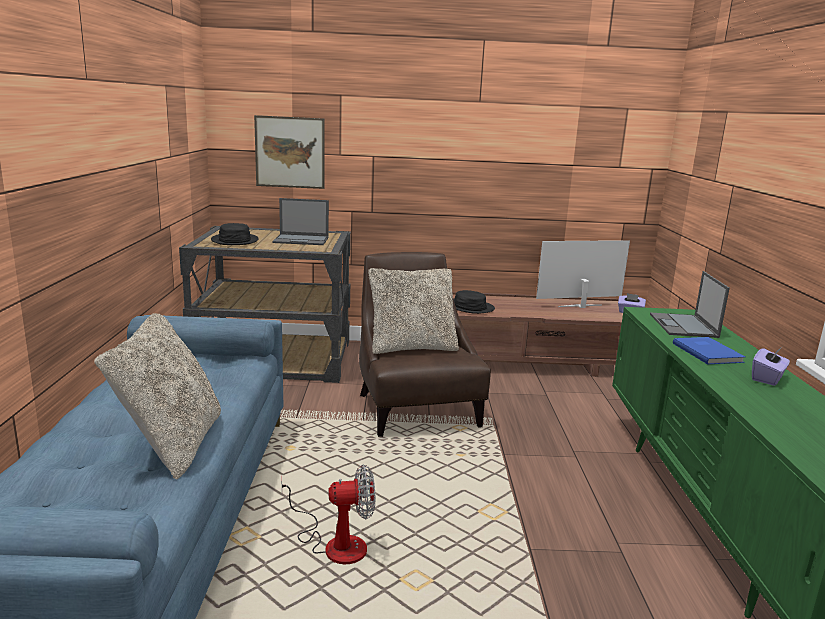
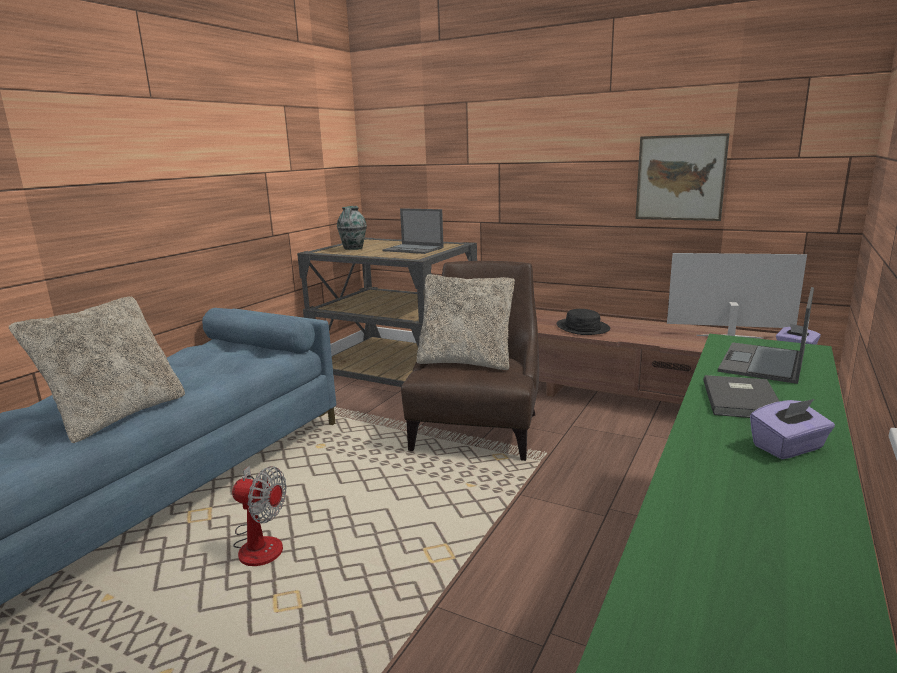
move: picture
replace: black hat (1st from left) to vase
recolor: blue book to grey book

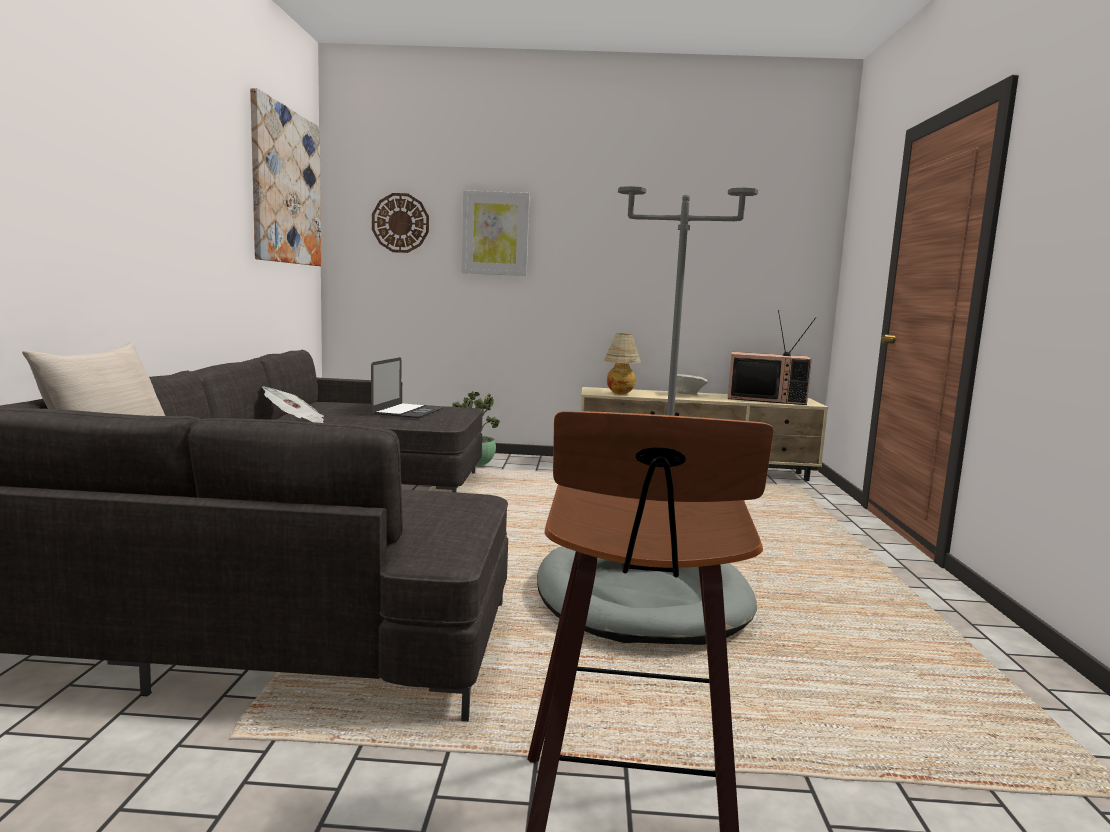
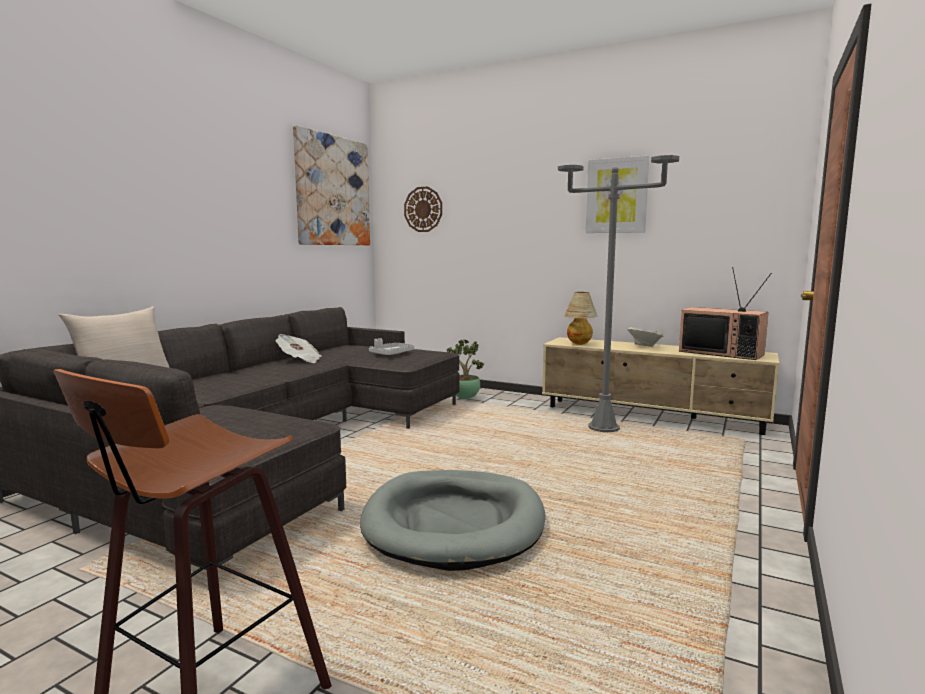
move: picture (2nd from left)
replace: laptop to grey tray

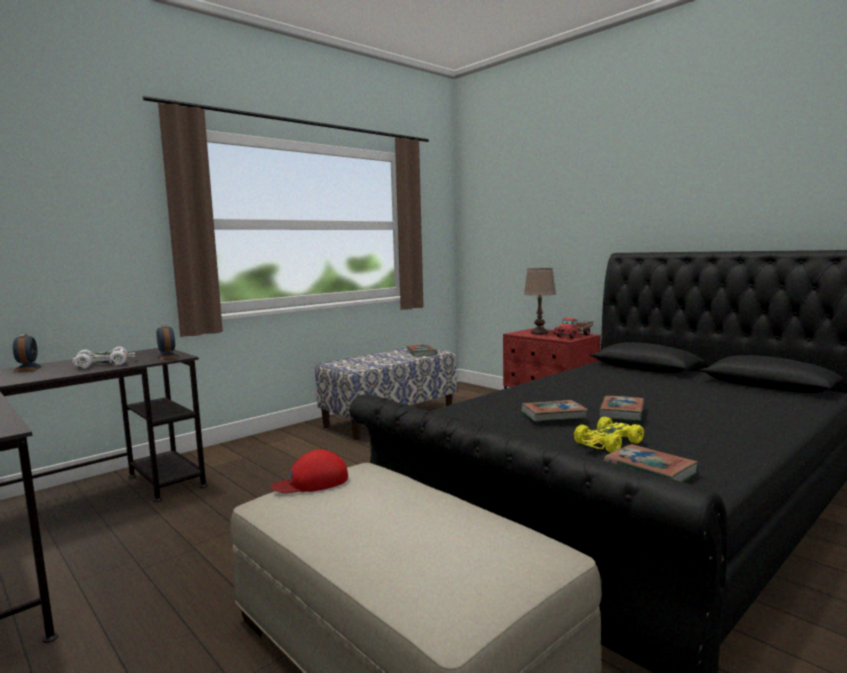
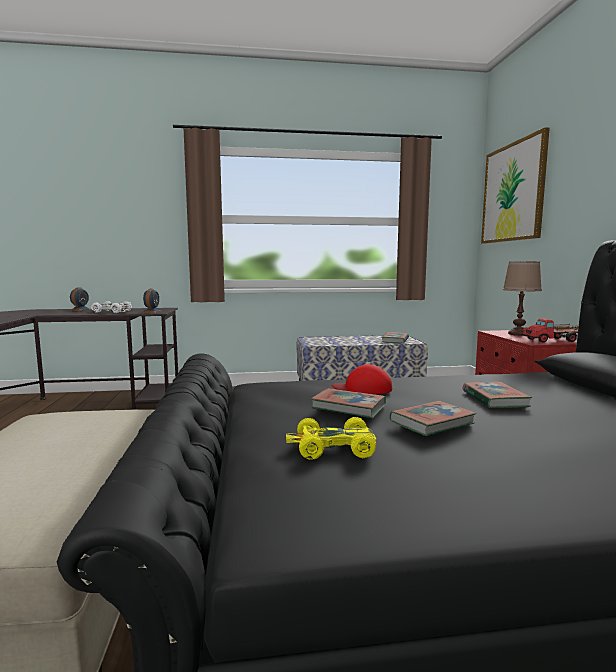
insert: picture
move: red cap; book (4th from left)

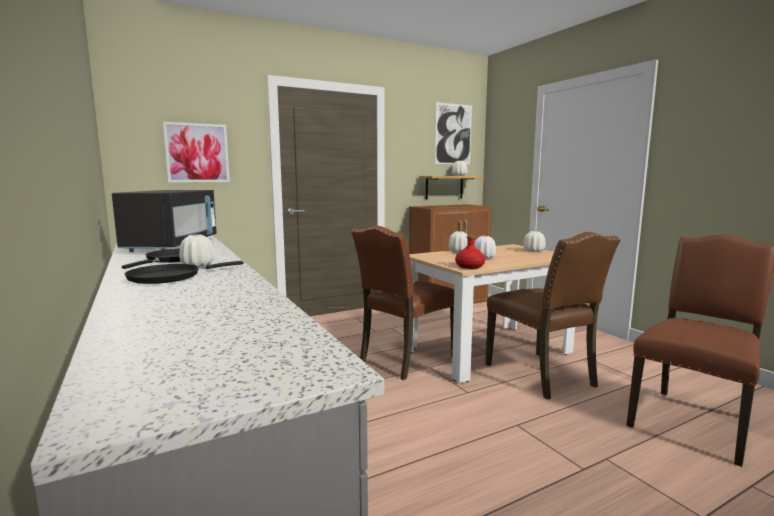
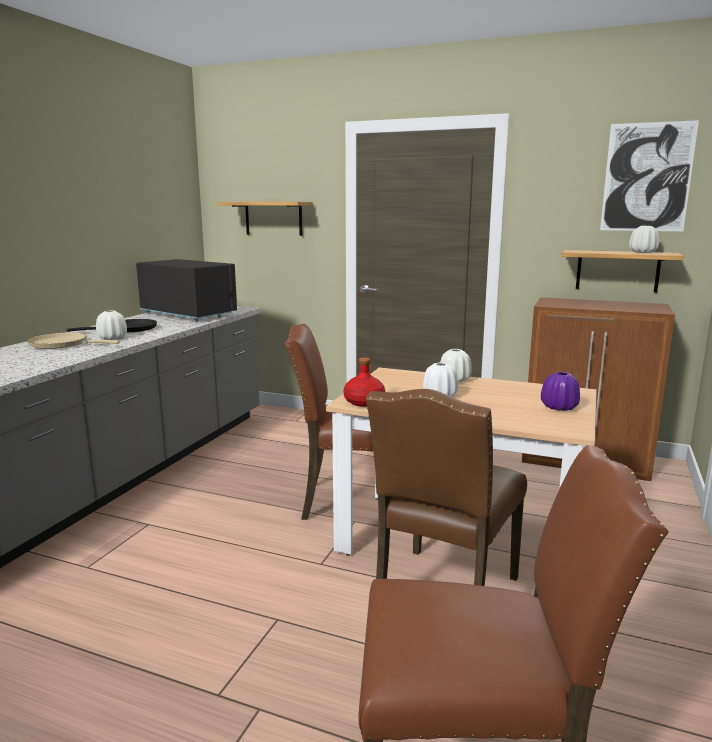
replace: picture (1st from left) to shelf (1st from left)
recolor: black frying pan (2nd from left) to beige frying pan; white vase (5th from left) to purple vase
rotate: black microwave 105 degrees counterclockwise

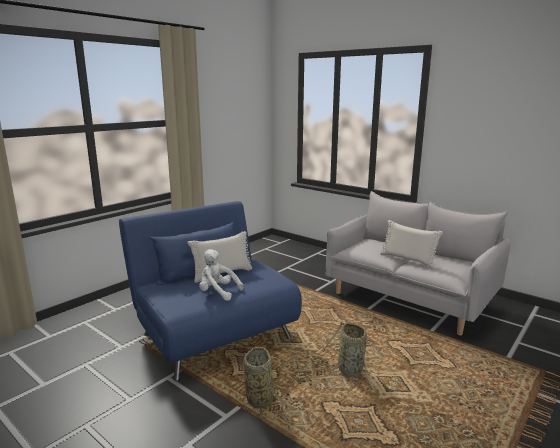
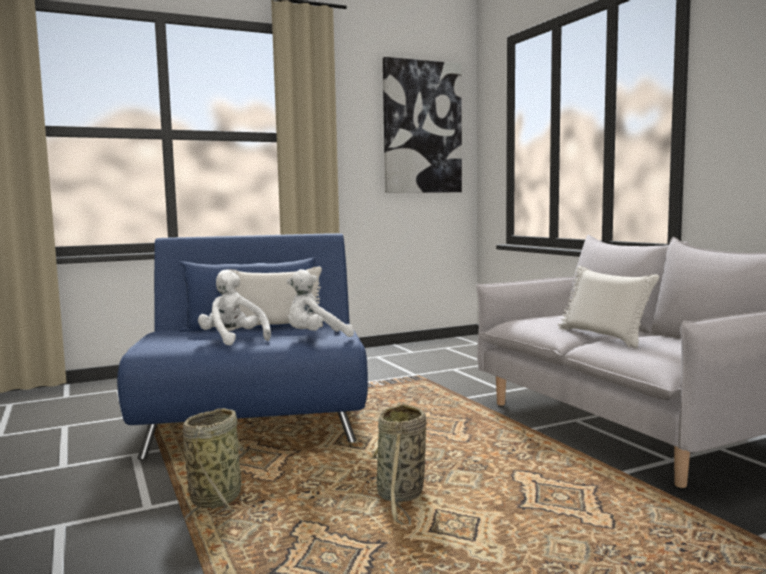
insert: white plush toy (2nd from left); picture

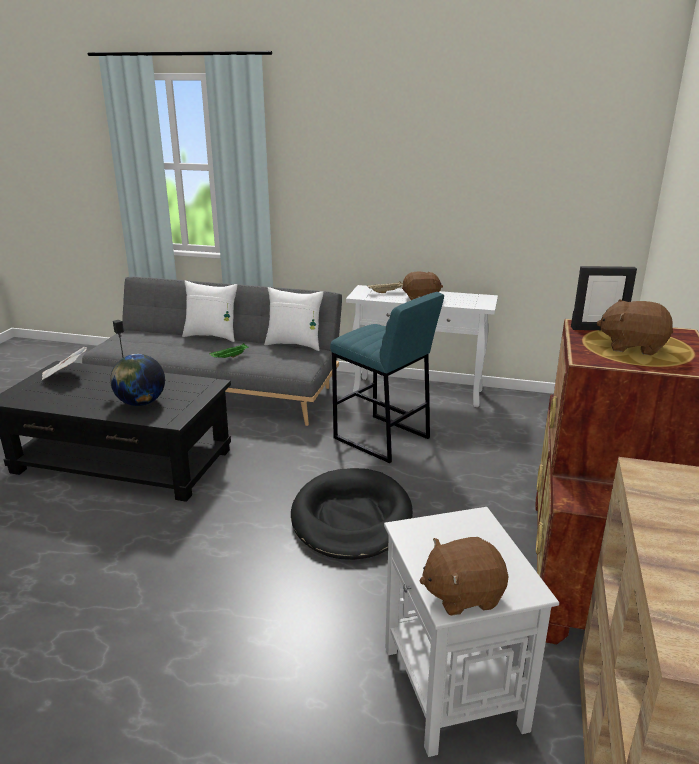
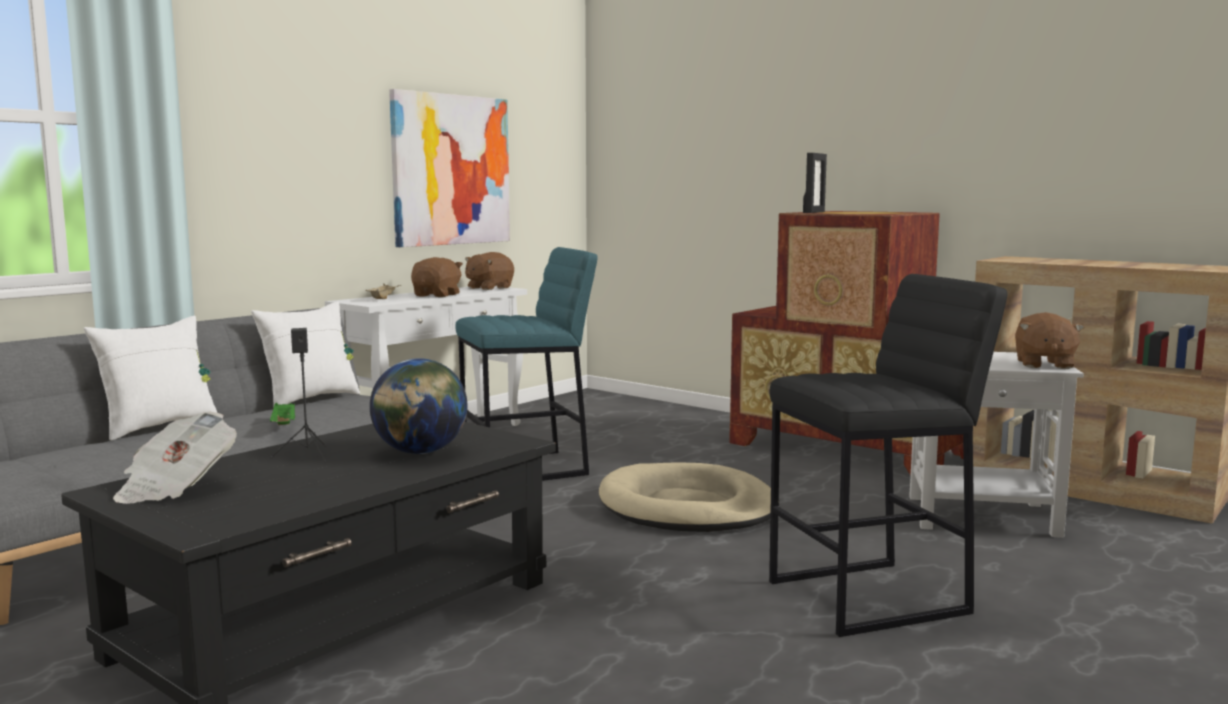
insert: picture; black stool
move: brown plush toy (3rd from left in the first image) to brown plush toy (2nd from left)
recolor: black dog bed to beige dog bed

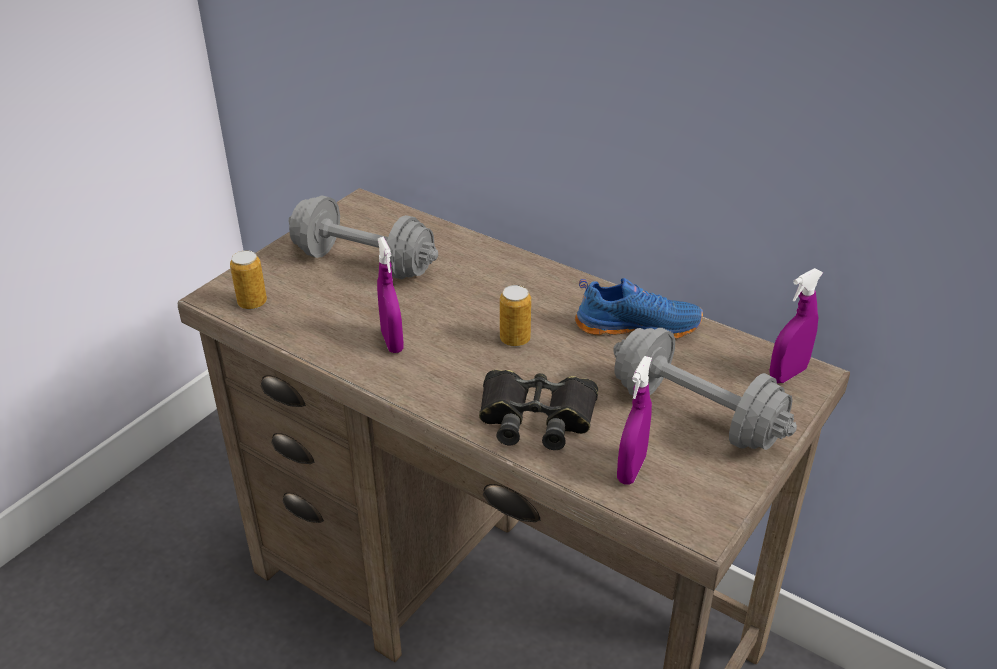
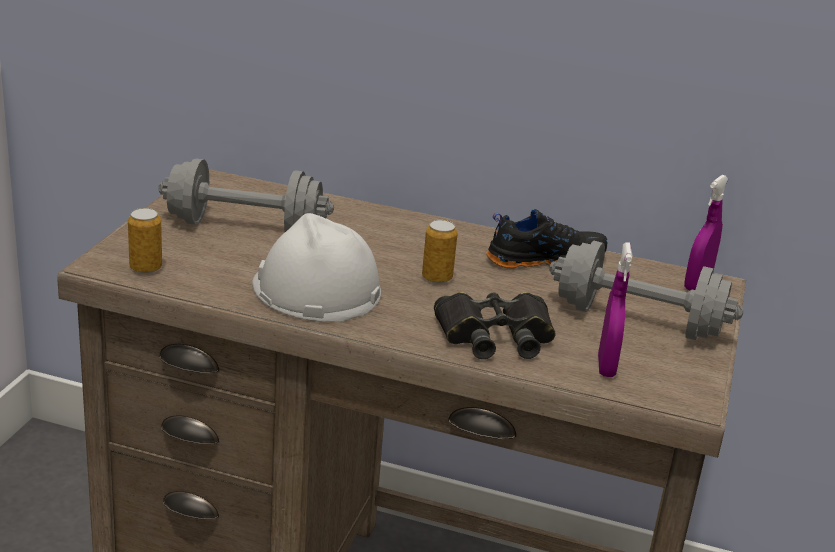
replace: purple spray bottle (1st from left) to white hard hat
recolor: blue shoe to black shoe

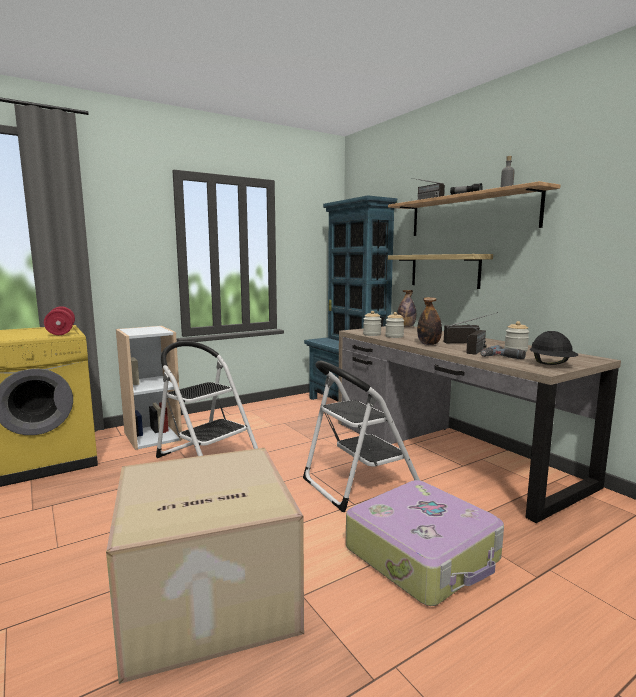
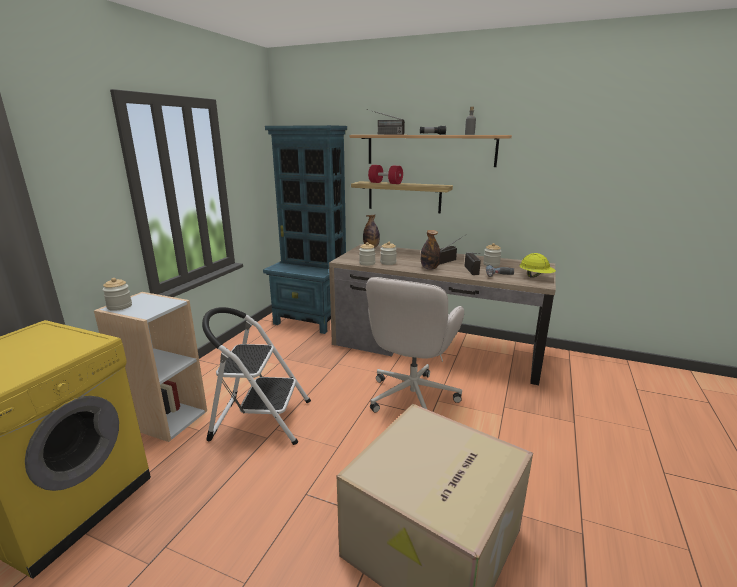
delete: suitcase
insert: jar (1st from left)
move: red dumbbell
replace: step ladder (2nd from left) to white office chair
recolor: black hard hat to yellow hard hat

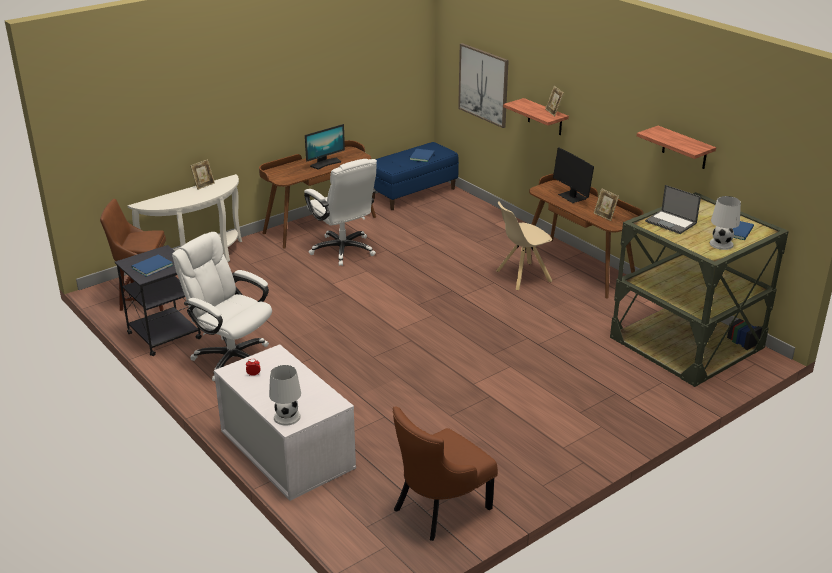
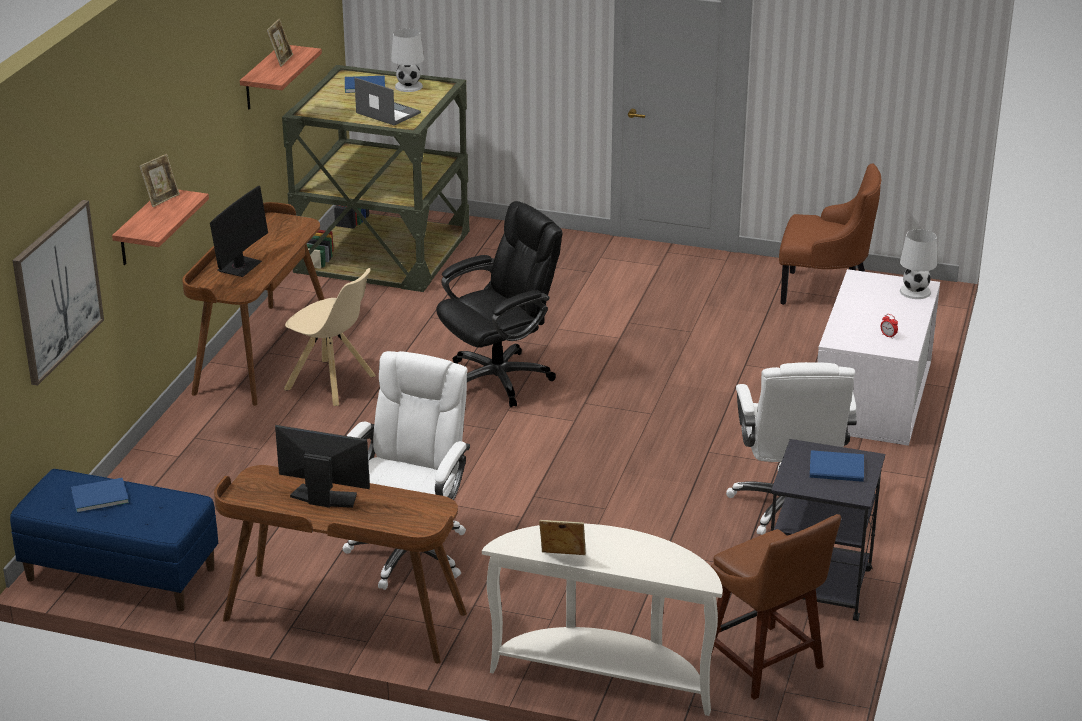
insert: black office chair
move: picture frame (3rd from left in the first image) to picture frame (2nd from left)
rotate: laptop 60 degrees counterclockwise

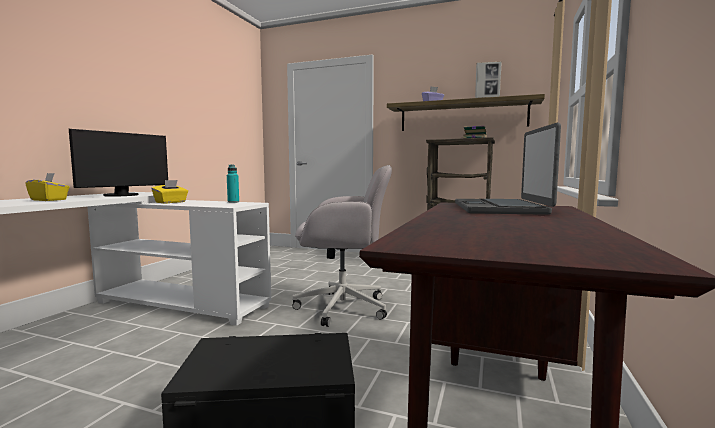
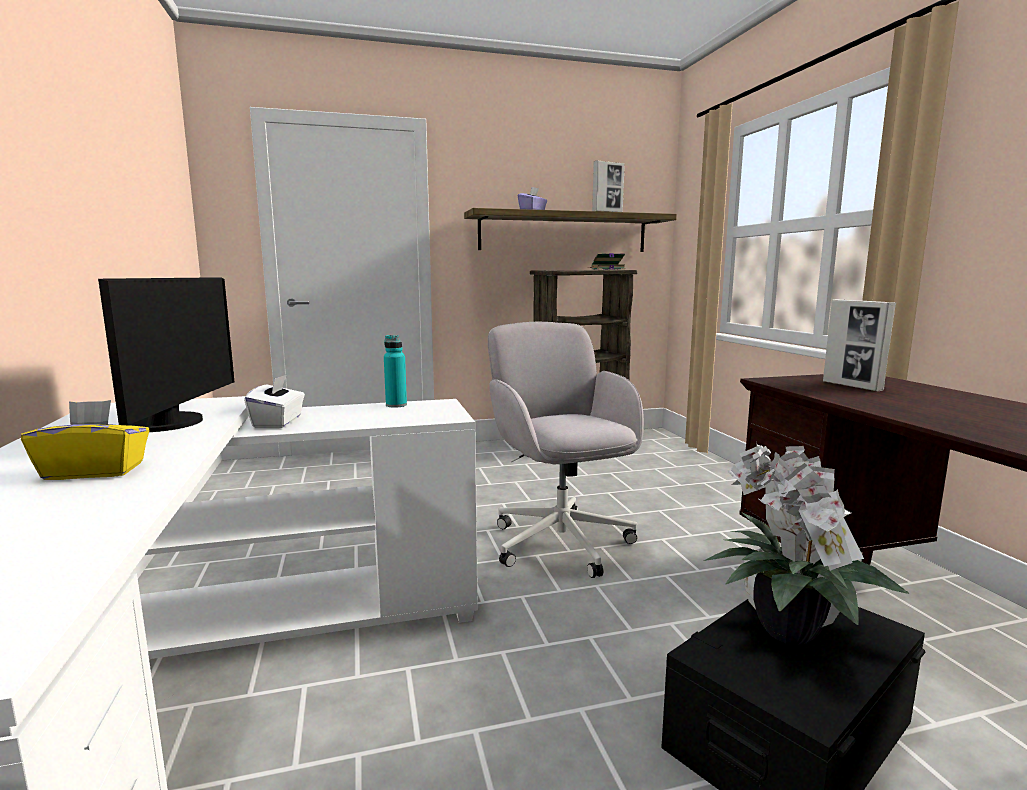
insert: potted plant
replace: laptop to picture frame (2nd from left)
recolor: yellow tissue box (2nd from left) to white tissue box
rotate: grey office chair 75 degrees counterclockwise

